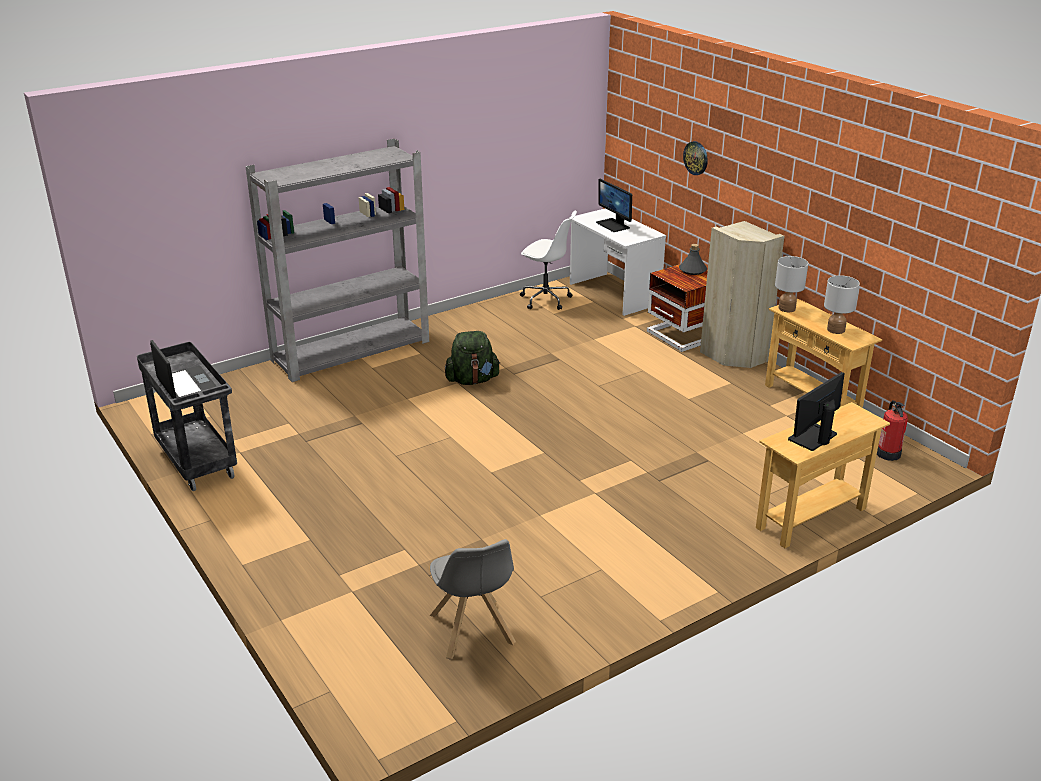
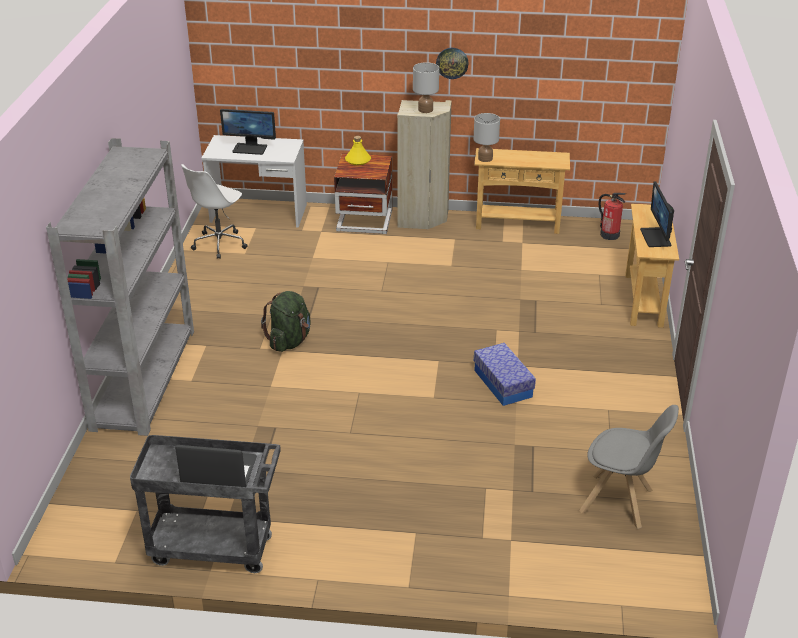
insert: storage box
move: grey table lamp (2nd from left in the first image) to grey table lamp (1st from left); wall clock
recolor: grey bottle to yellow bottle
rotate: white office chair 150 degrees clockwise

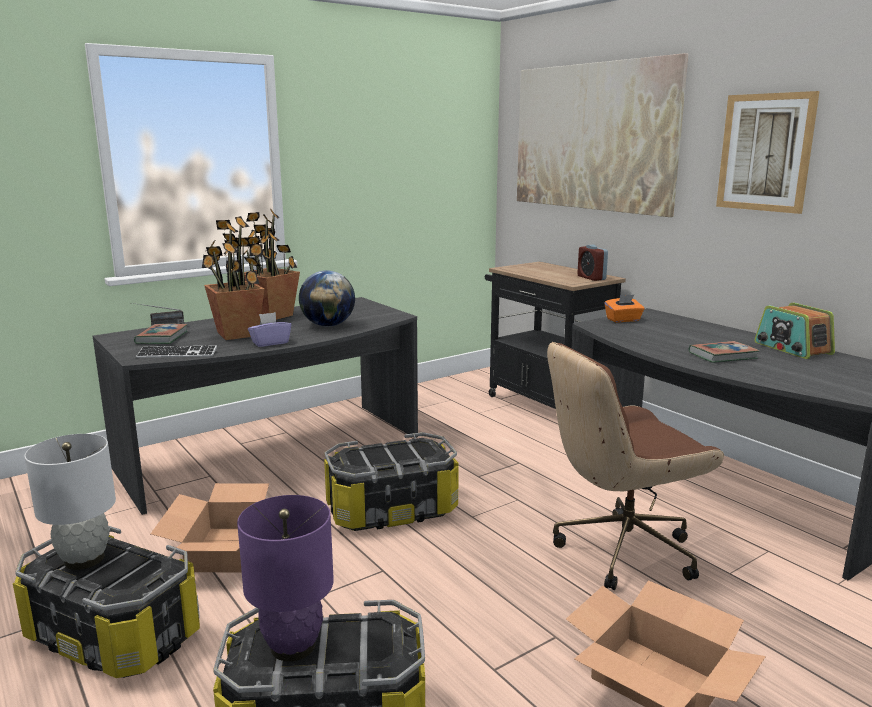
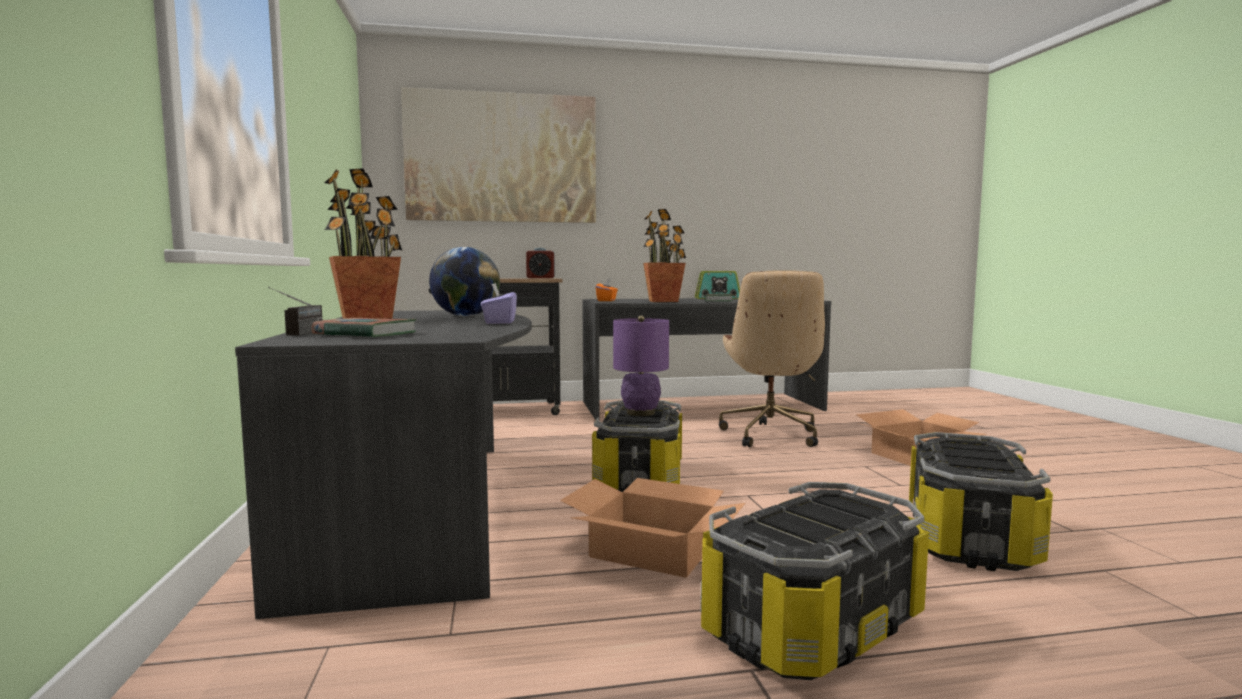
delete: white table lamp; keyboard; picture (2nd from left)
move: purple table lamp; potted plant (1st from left in the first image) to potted plant (2nd from left)

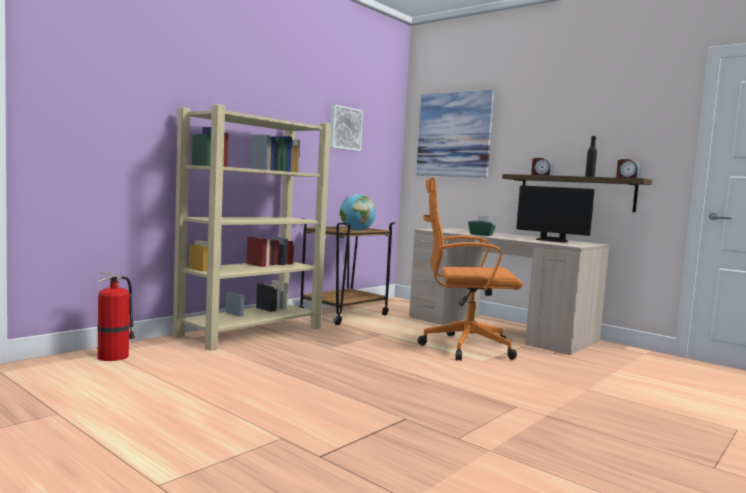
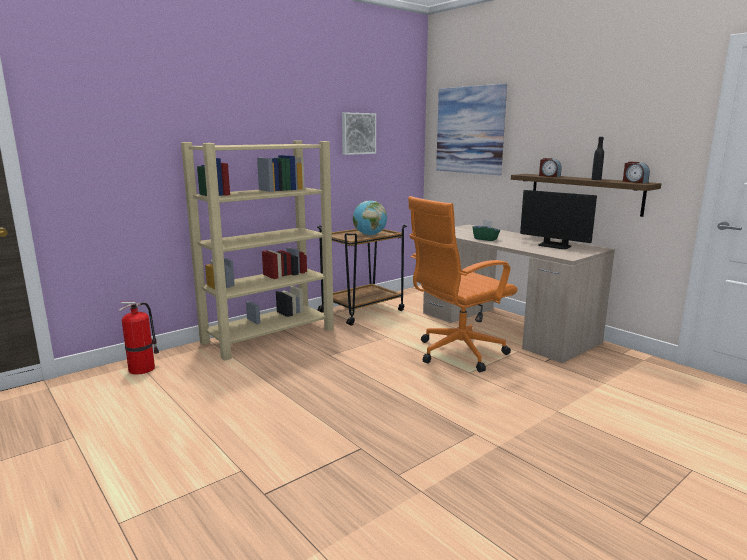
rotate: orange office chair 45 degrees counterclockwise

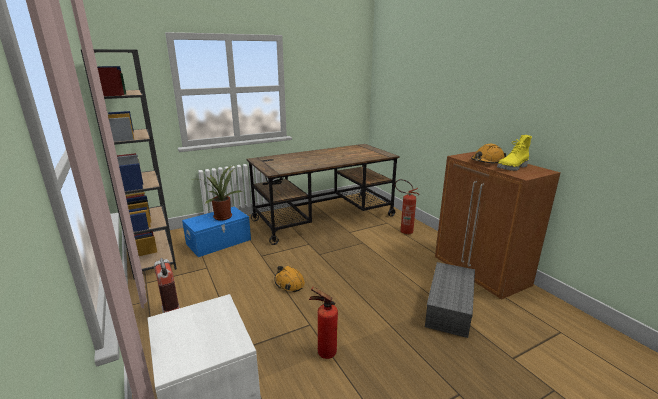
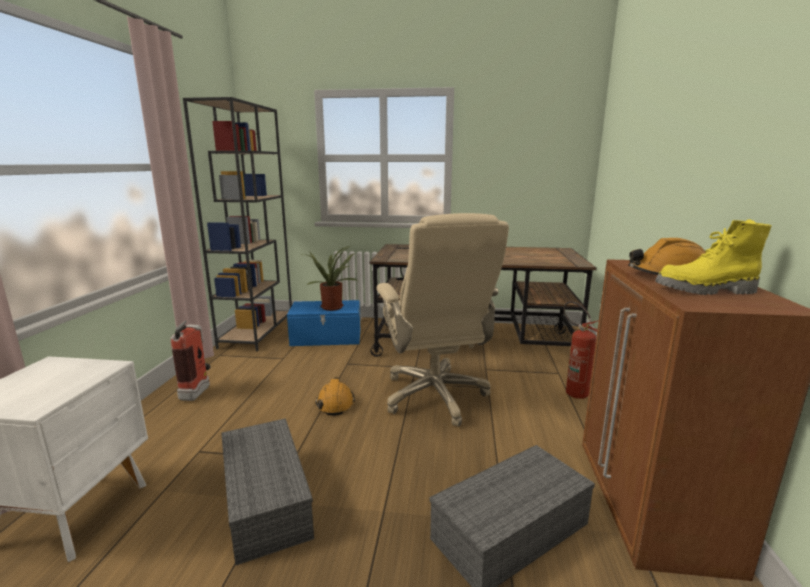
insert: beige office chair
replace: fire extinguisher (2nd from left) to grey storage box (1st from left)

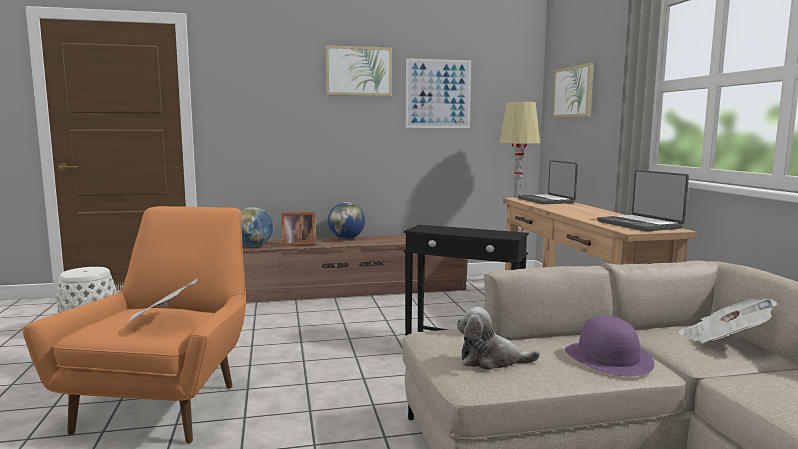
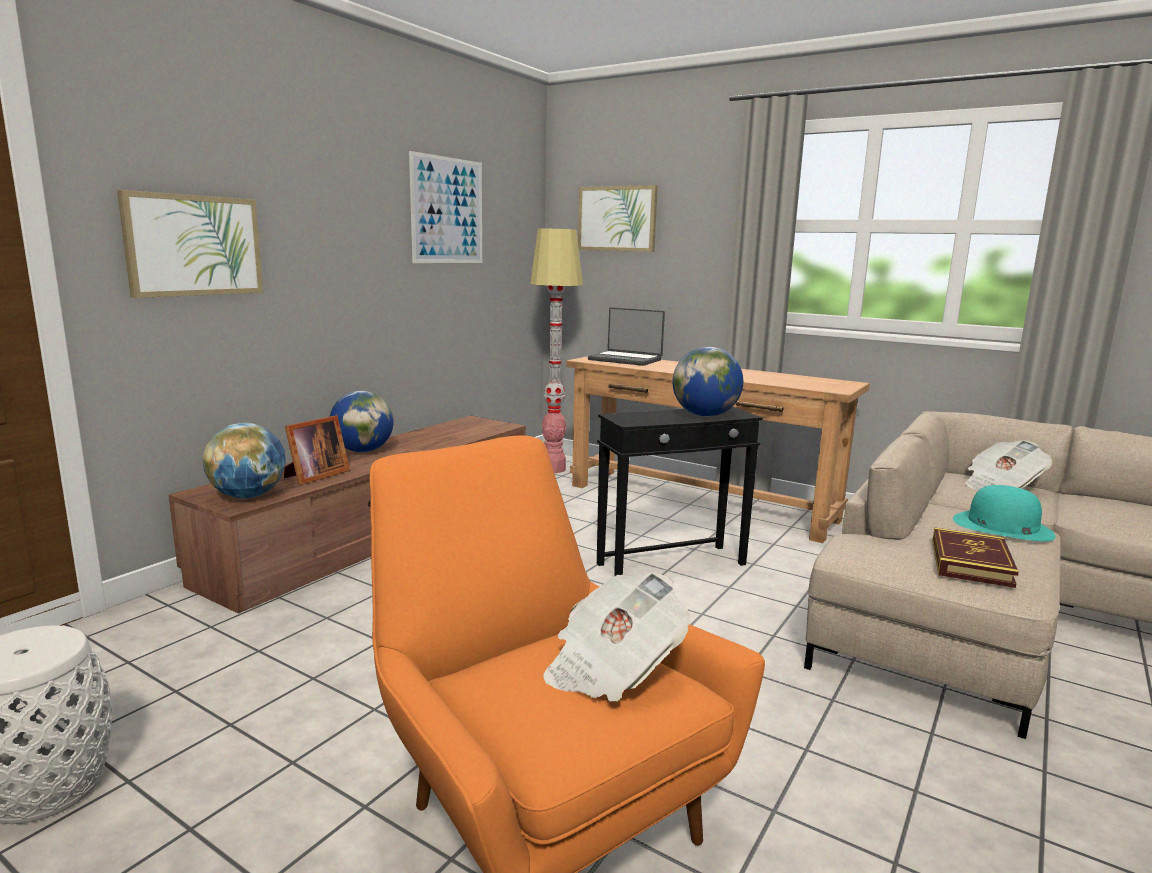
delete: laptop (2nd from left)
insert: globe (3rd from left)
move: picture (1st from left)
replace: plush toy to book
recolor: purple hat to turquoise hat

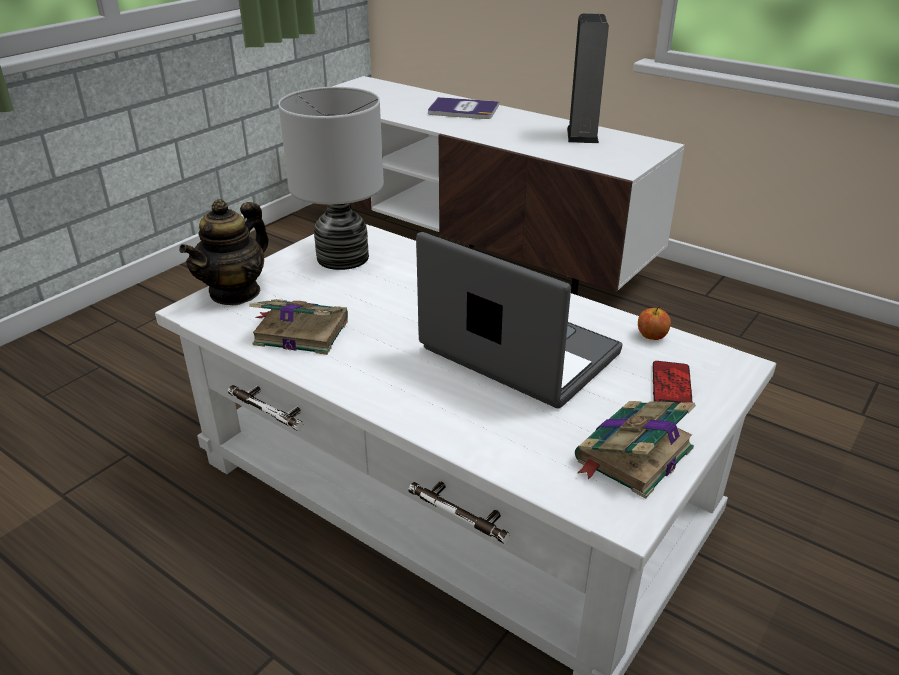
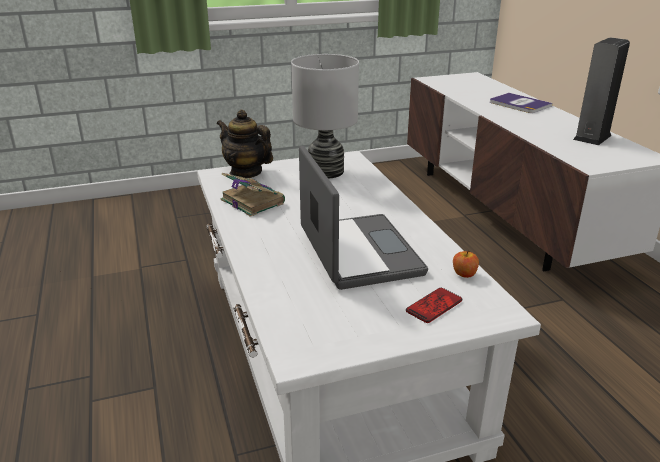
delete: book (3rd from left)
rotate: teapot 60 degrees clockwise

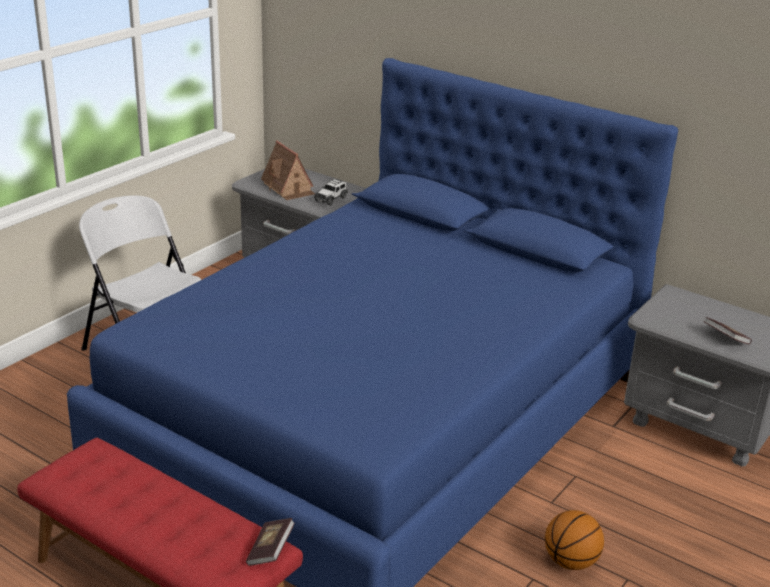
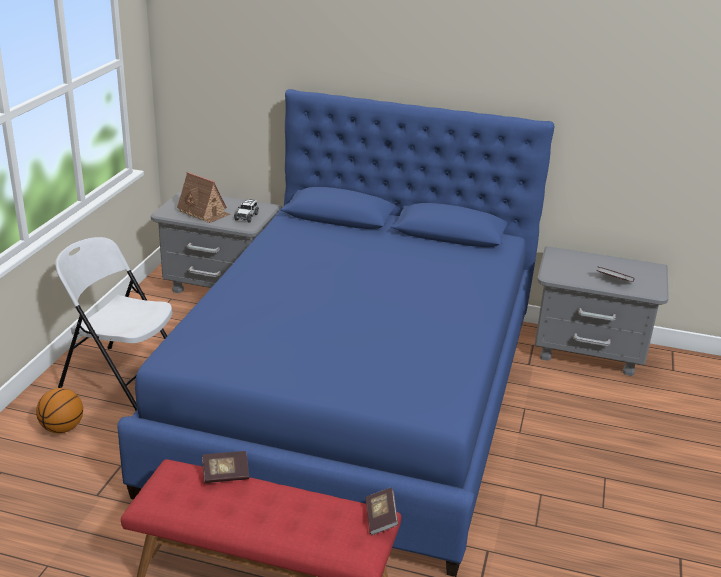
insert: book (1st from left)
move: basketball

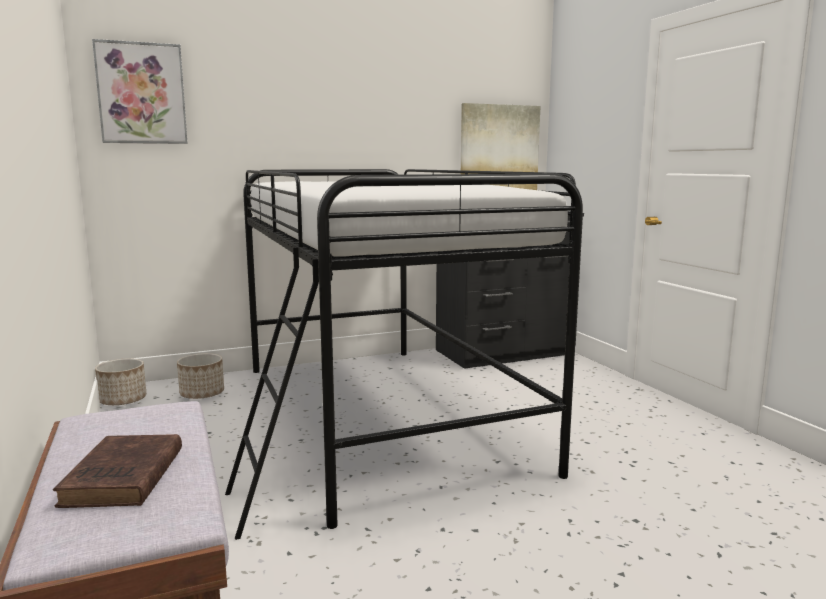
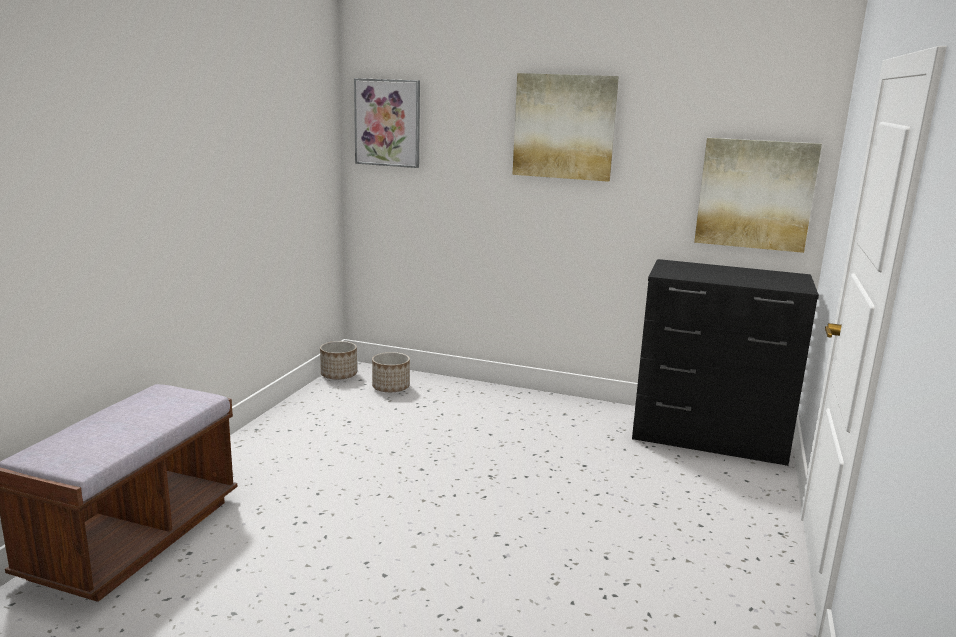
delete: brown book; black bed
insert: picture (2nd from left)

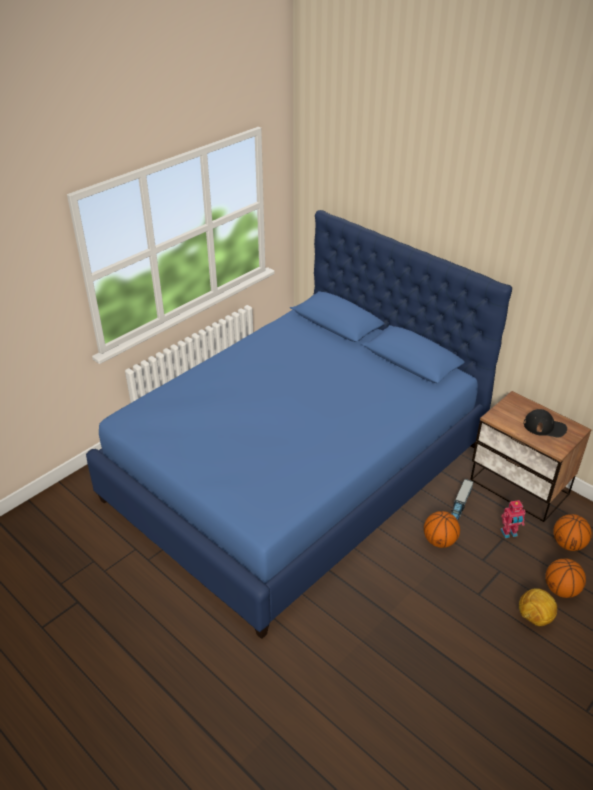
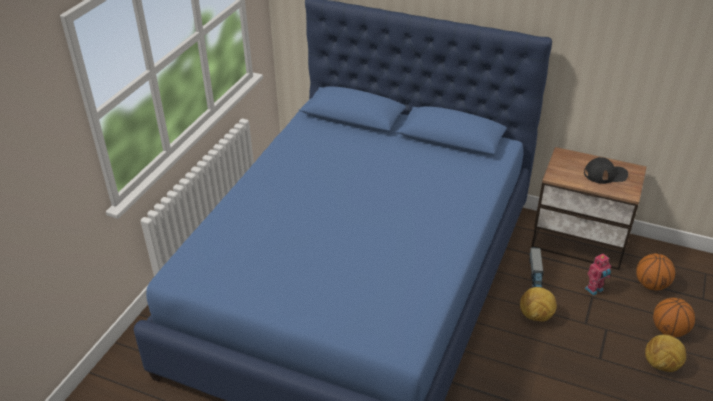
replace: basketball (1st from left) to football (1st from left)

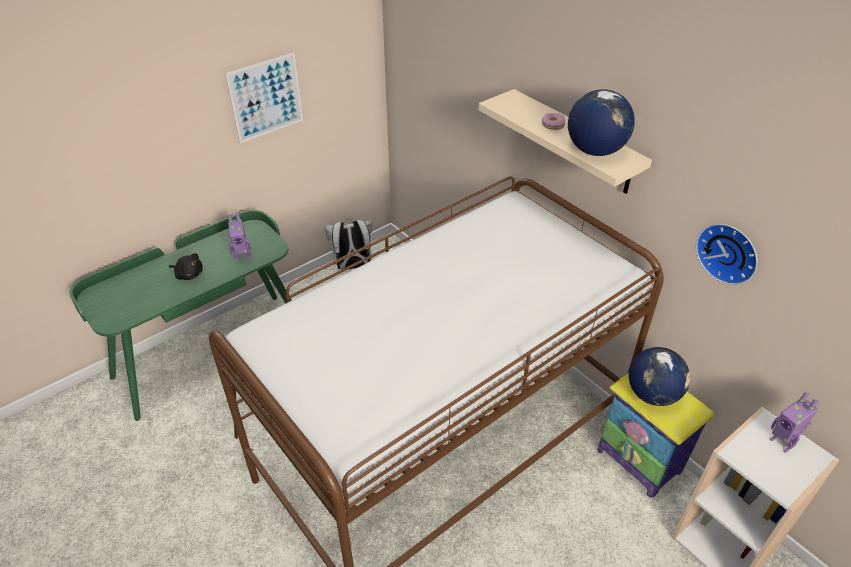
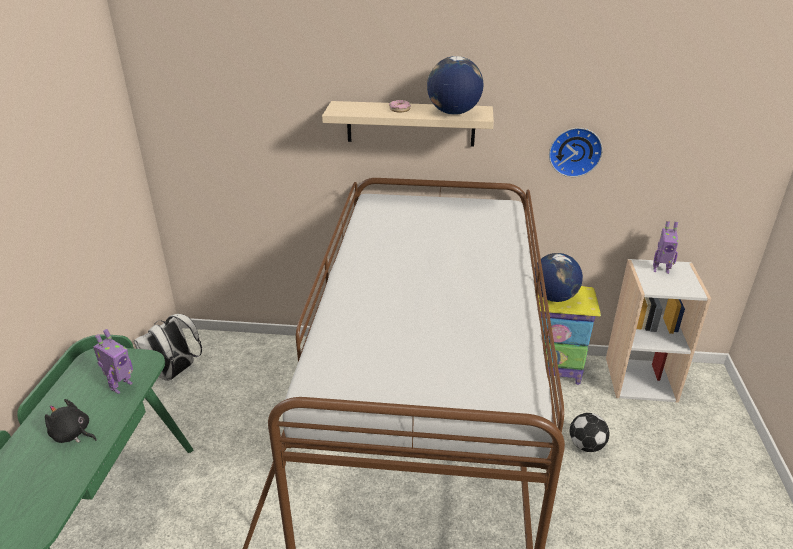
delete: picture
insert: football
rotate: black plush toy 135 degrees counterclockwise

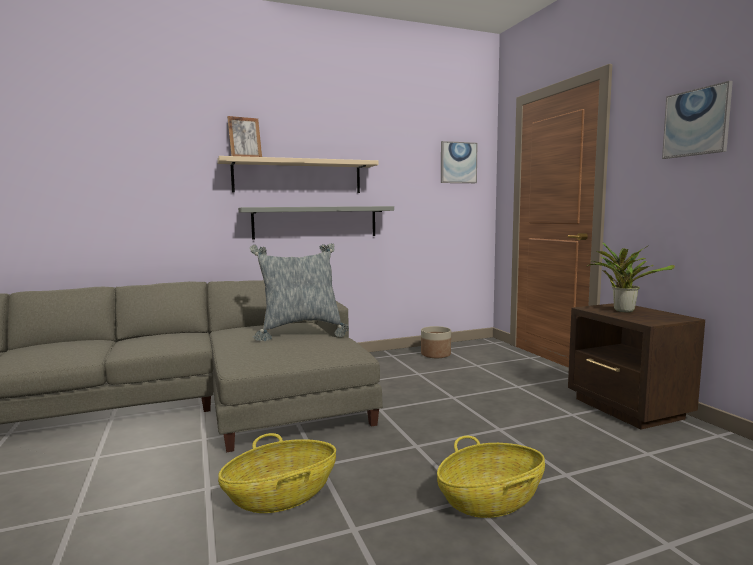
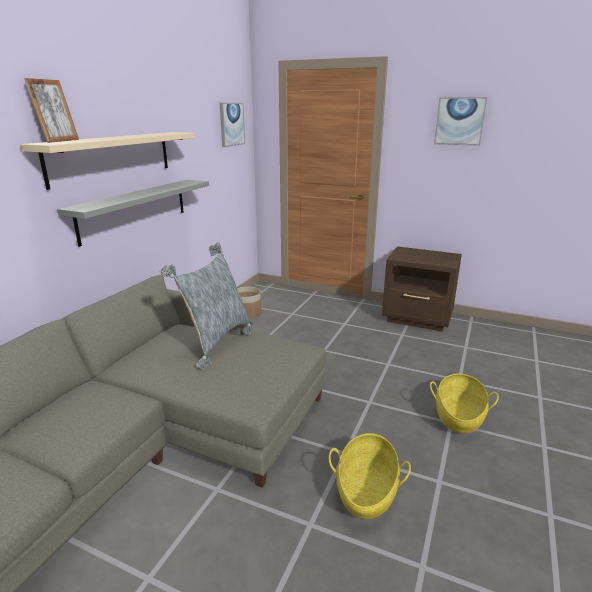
delete: potted plant

